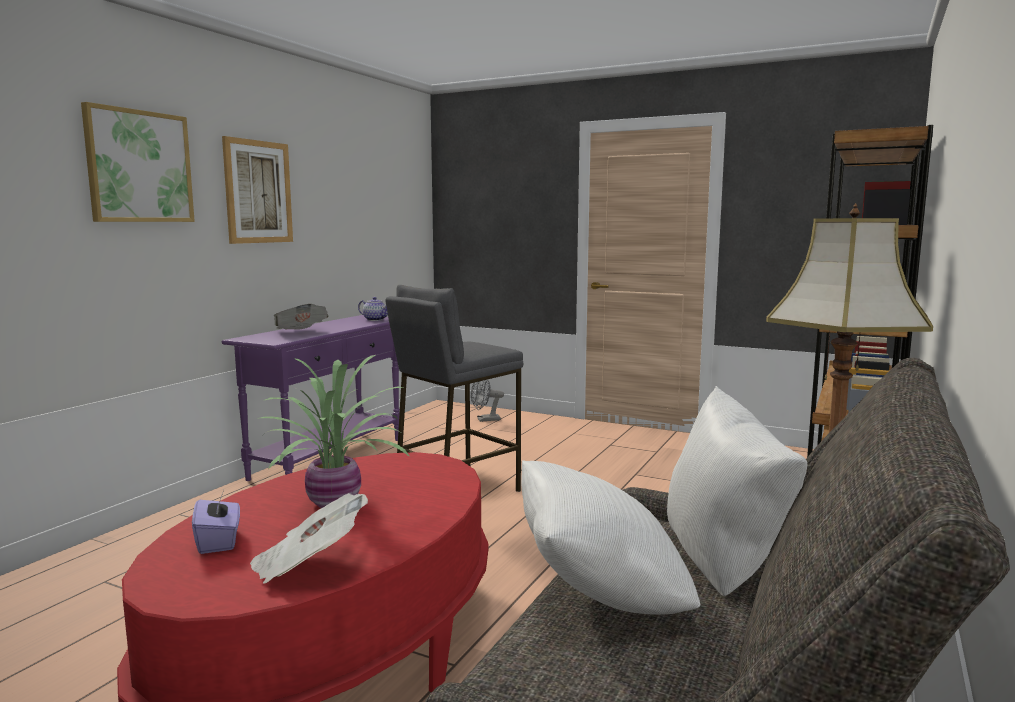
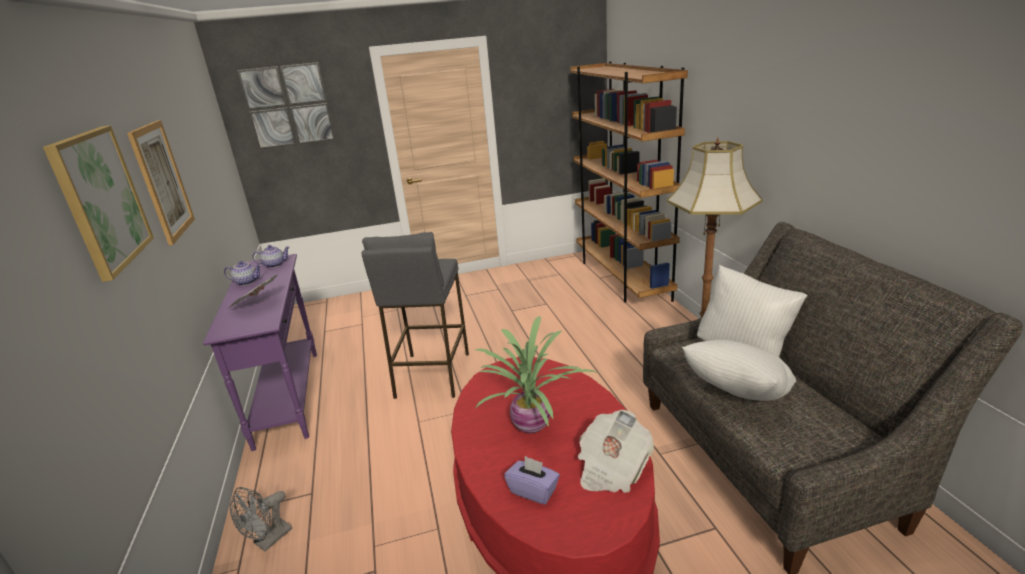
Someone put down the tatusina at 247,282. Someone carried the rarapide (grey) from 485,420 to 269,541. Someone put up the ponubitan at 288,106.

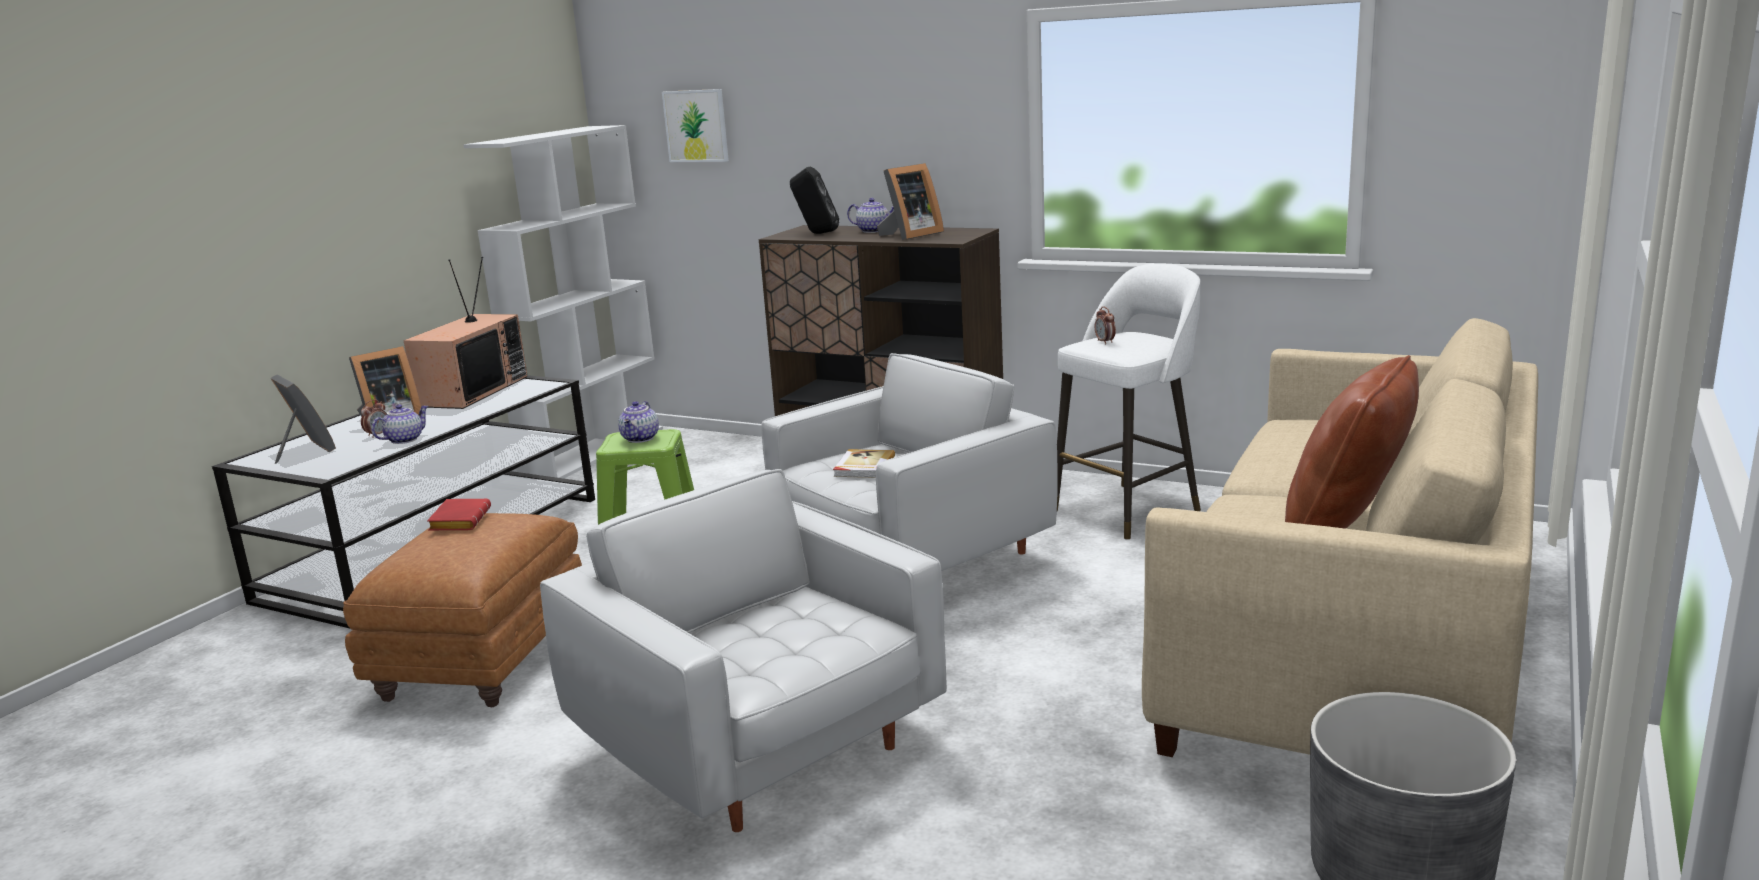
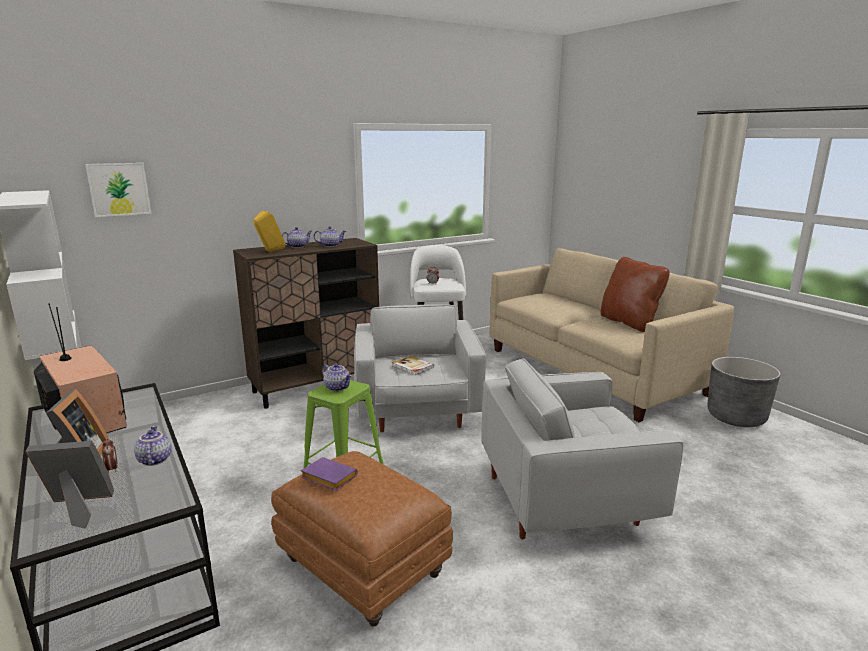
Someone repainted the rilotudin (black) at 816,233, which became the rilotudin (yellow) at 270,251. Someone repainted the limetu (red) at 459,520, which became the limetu (purple) at 327,478. Someone swapped the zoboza at 909,235 for the tatusina at 330,245.

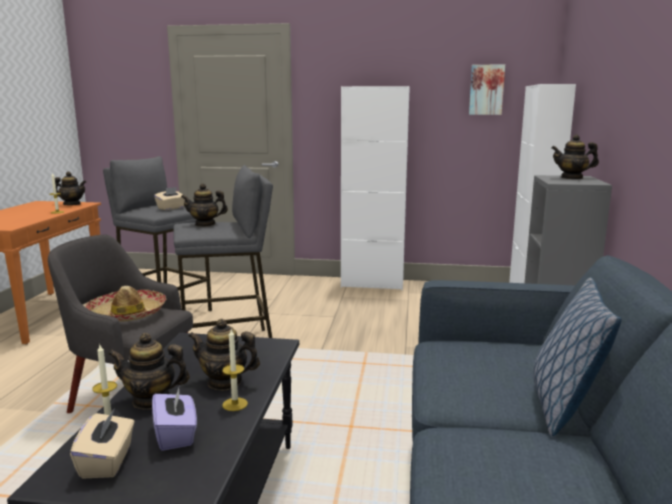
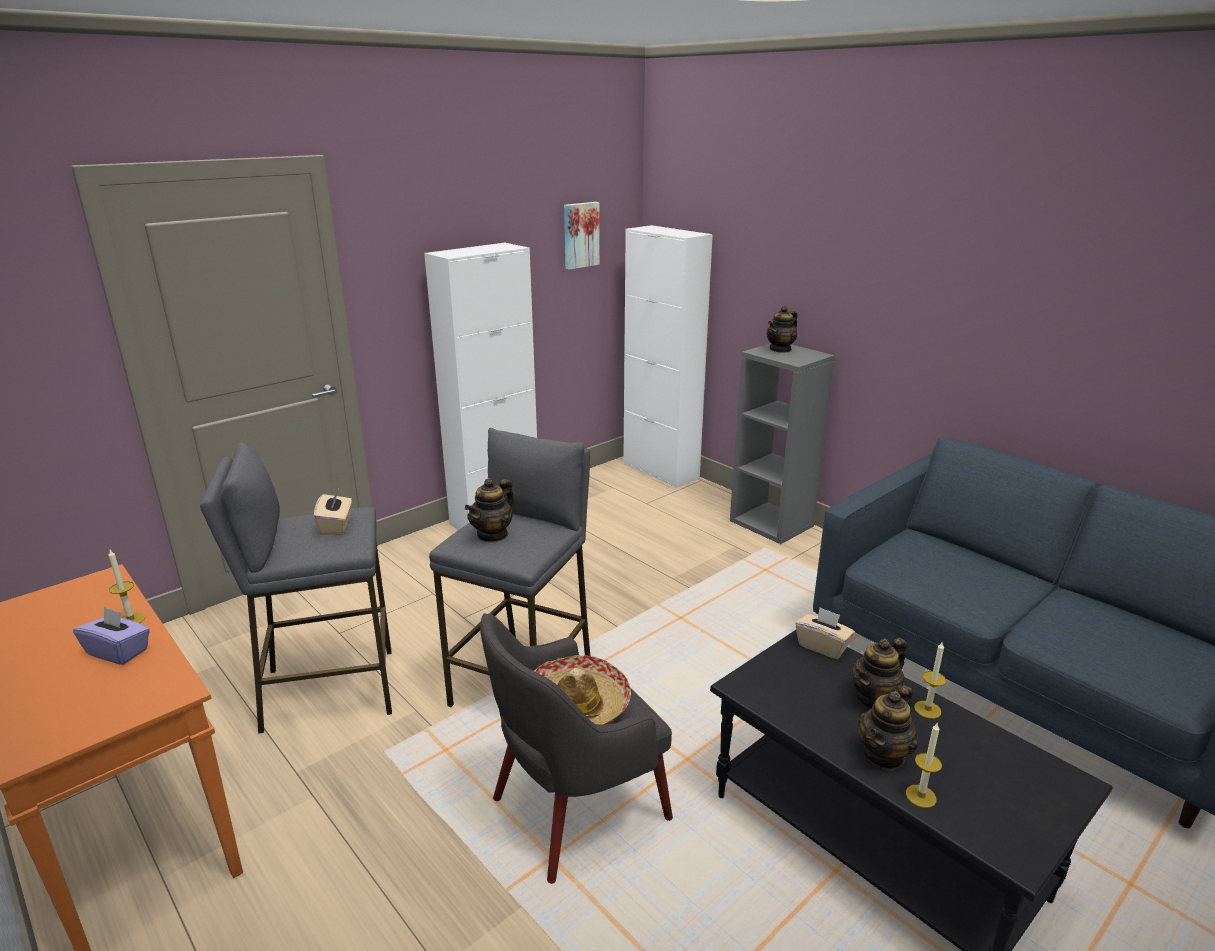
Someone carried the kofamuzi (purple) from 176,435 to 119,651. Someone carried the kofamuzi (beige) from 107,461 to 823,646. Someone took away the tatusina at 72,204. Someone took away the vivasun at 563,405.

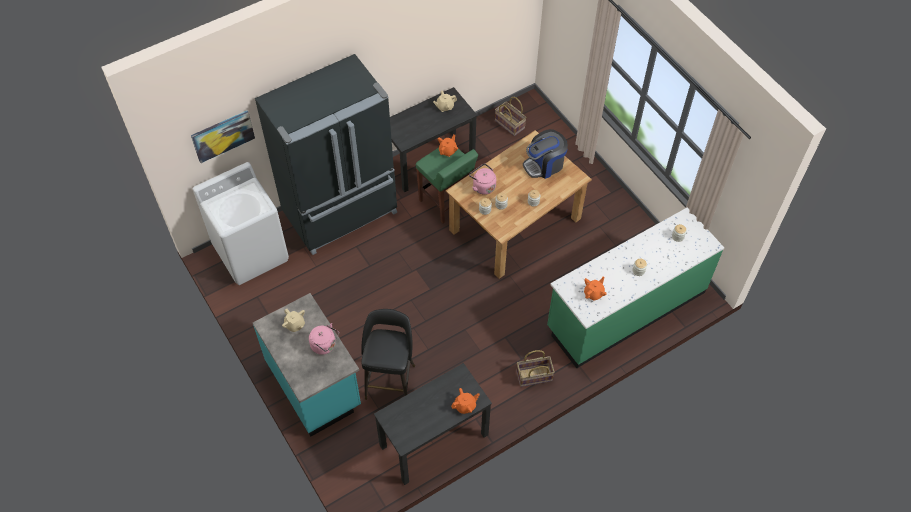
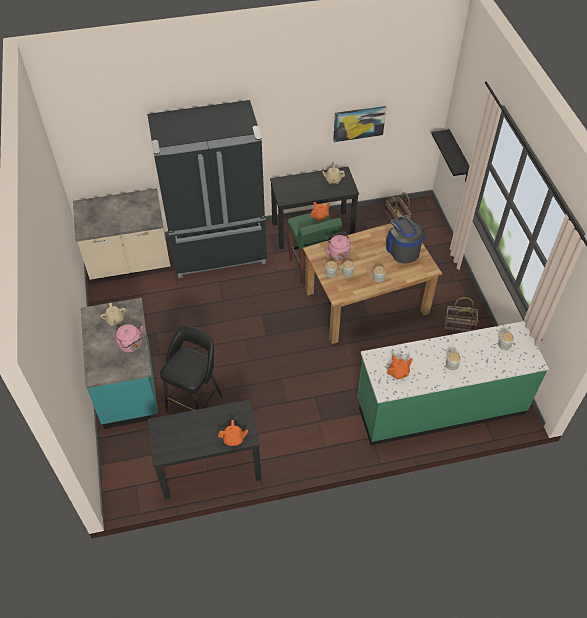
Someone swapped the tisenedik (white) at 251,252 for the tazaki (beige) at 130,262. Someone carried the ponubitan from 223,135 to 359,123. Someone rotated the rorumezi at 544,165 by 75 degrees clockwise. Someone put up the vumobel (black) at 459,157. Someone carried the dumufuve from 534,376 to 459,325.

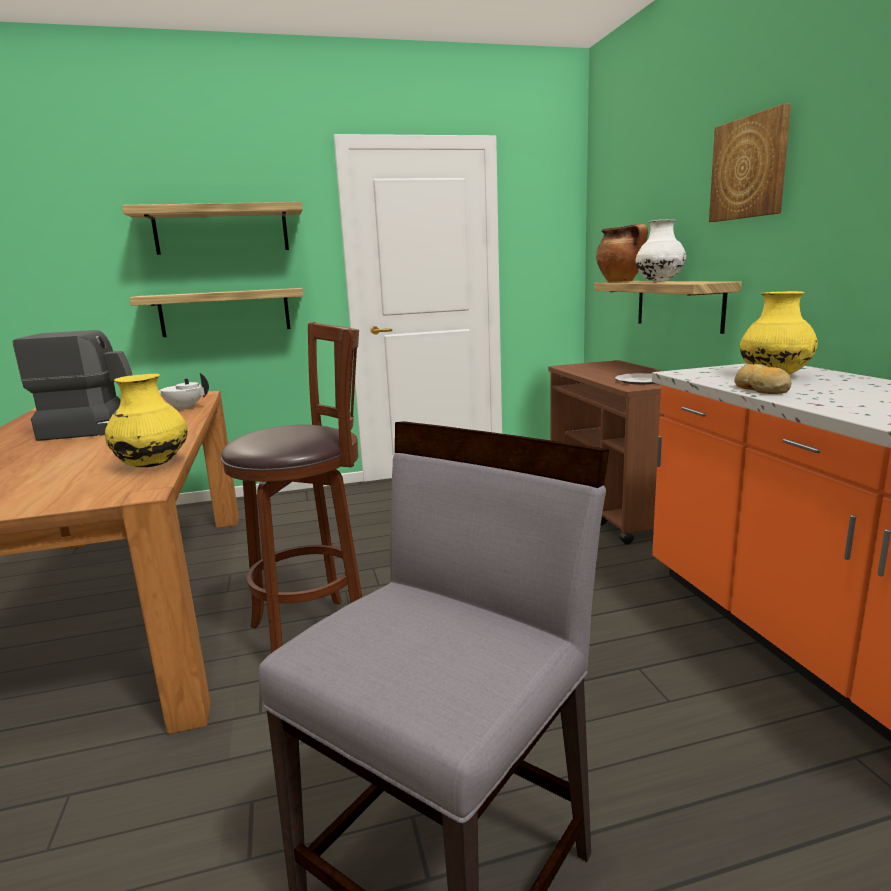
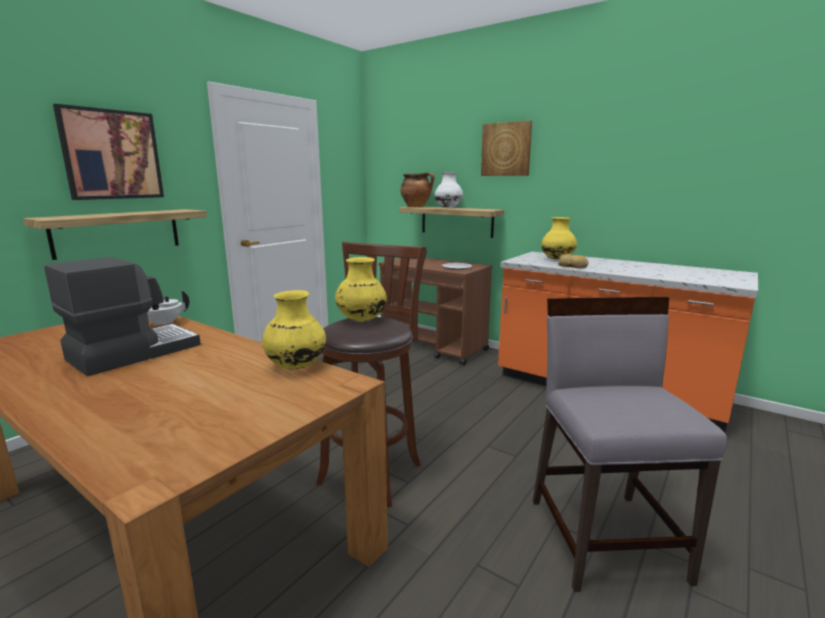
Someone swapped the vumobel at 221,230 for the ponubitan at 112,155. Someone put down the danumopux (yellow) at 361,320.

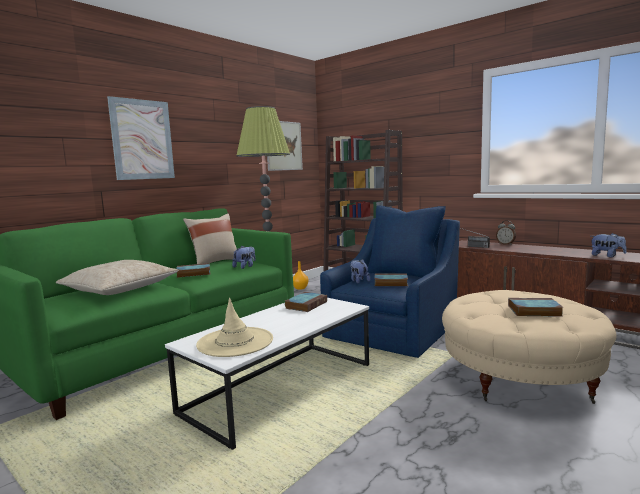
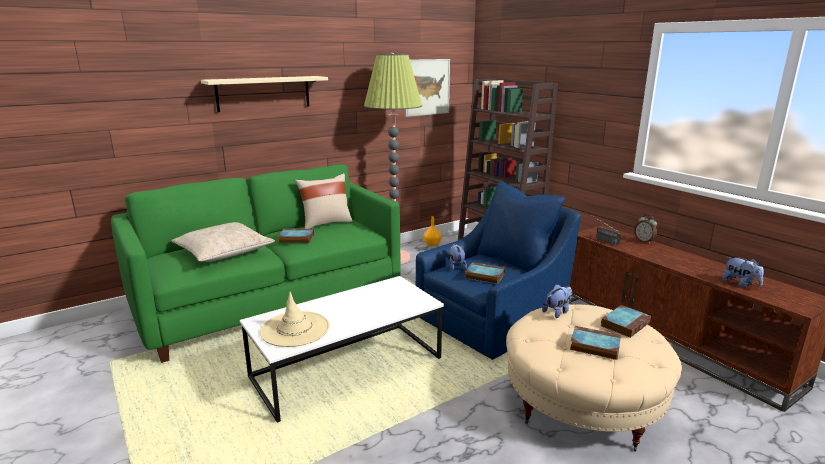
Someone swapped the ponubitan at 142,139 for the vumobel (beige) at 263,93. Someone carried the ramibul from 245,267 to 557,312. Someone carried the limetu from 306,305 to 625,324.

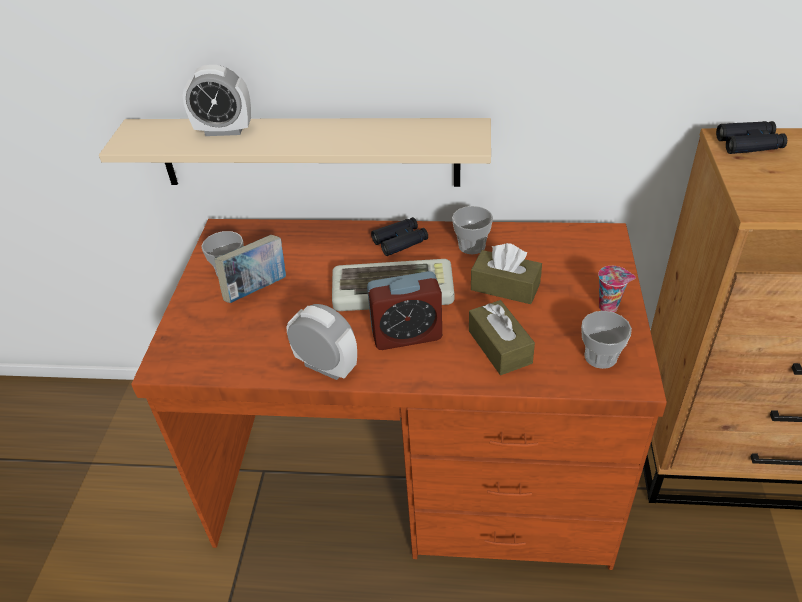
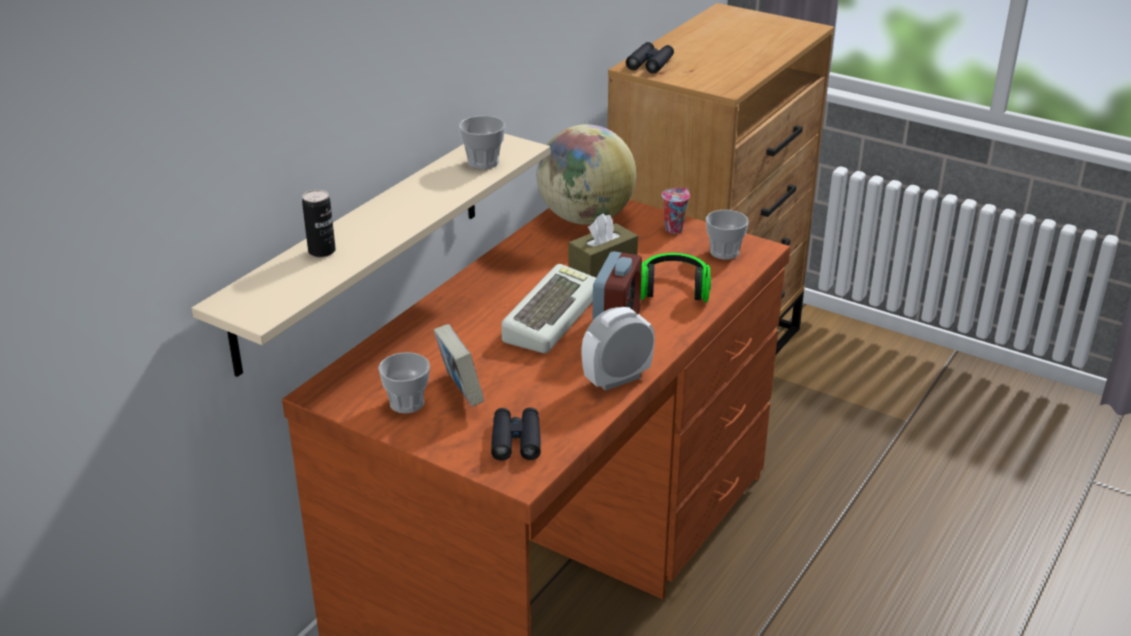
Someone swapped the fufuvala at 224,131 for the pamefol at 322,251. Someone carried the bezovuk from 472,246 to 483,162. Someone carried the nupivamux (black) from 400,241 to 516,440. Someone put down the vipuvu at 585,218. Someone swapped the kofamuzi (brown) at 499,347 for the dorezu at 673,289.

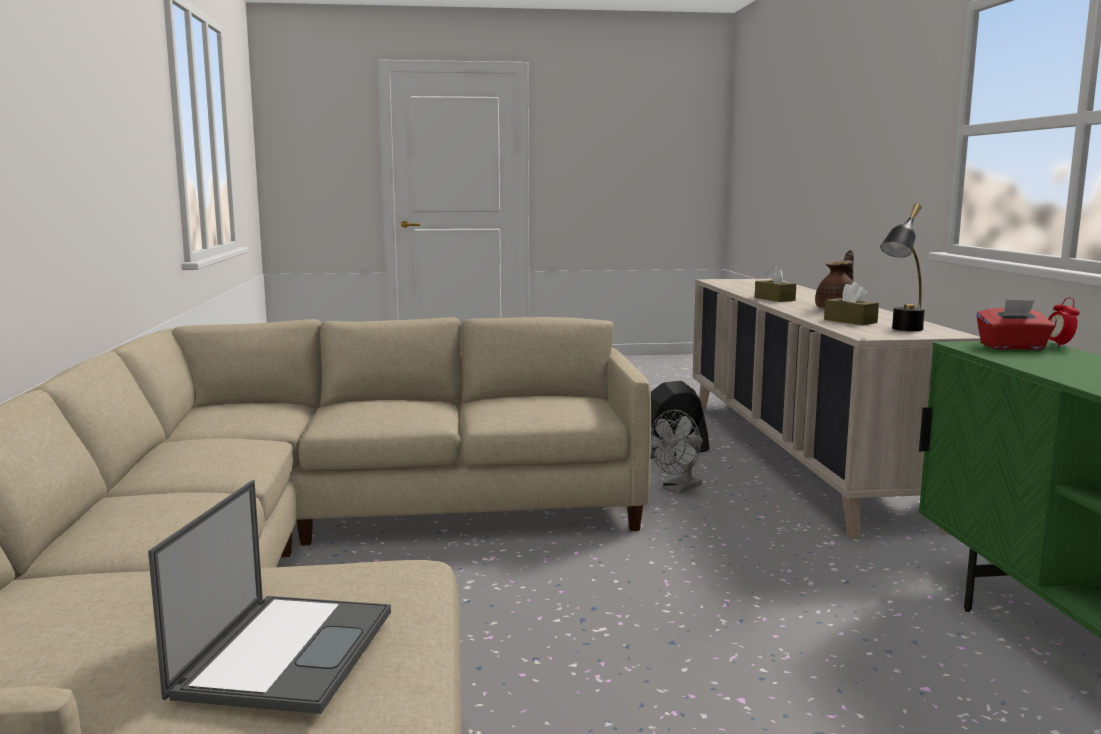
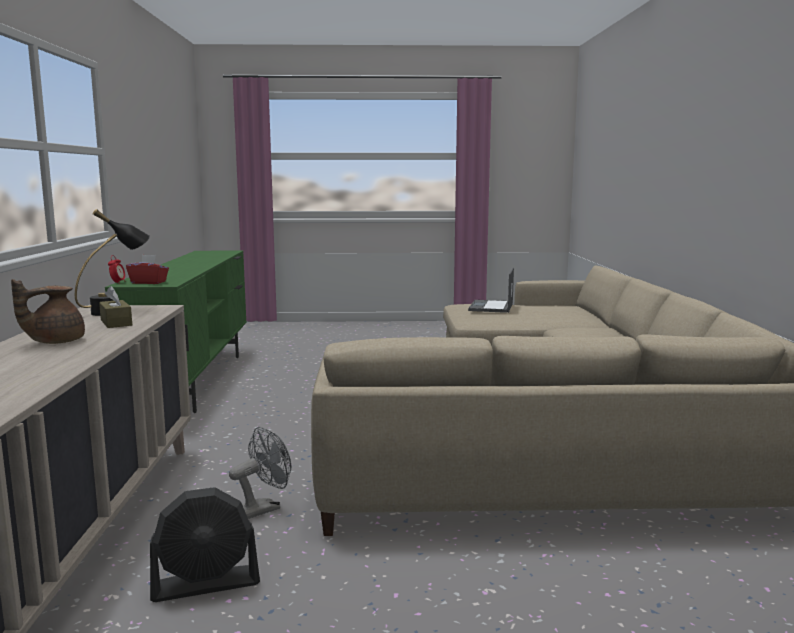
Someone took away the kofamuzi (brown) at 774,299.

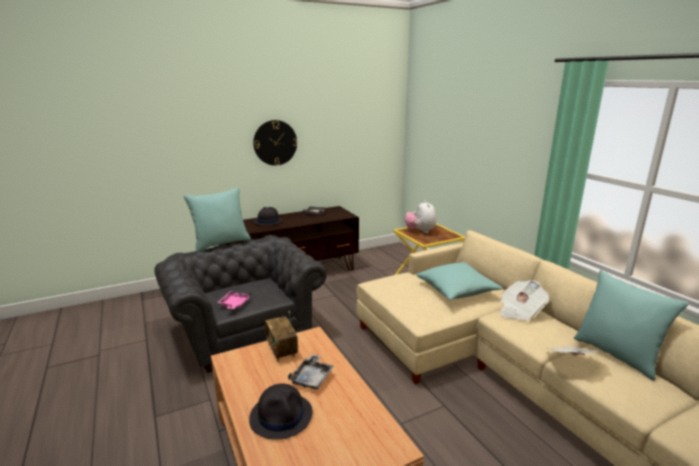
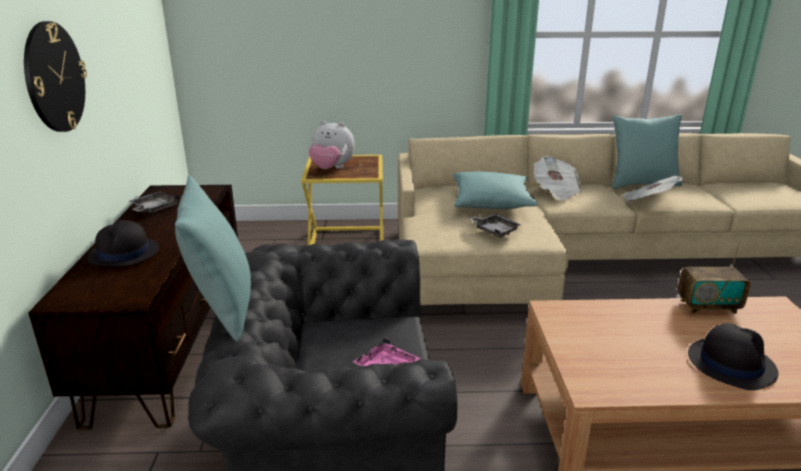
Someone carried the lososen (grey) from 312,378 to 494,230. Someone carried the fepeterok from 282,350 to 708,306.

